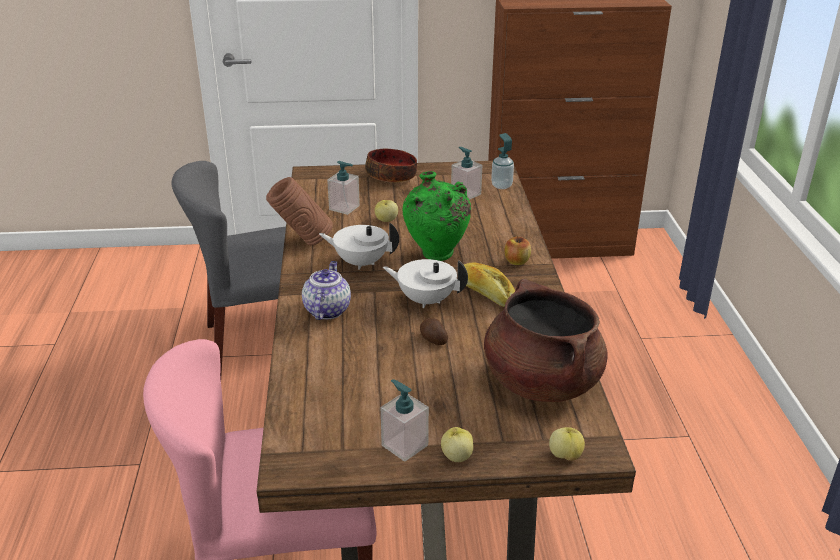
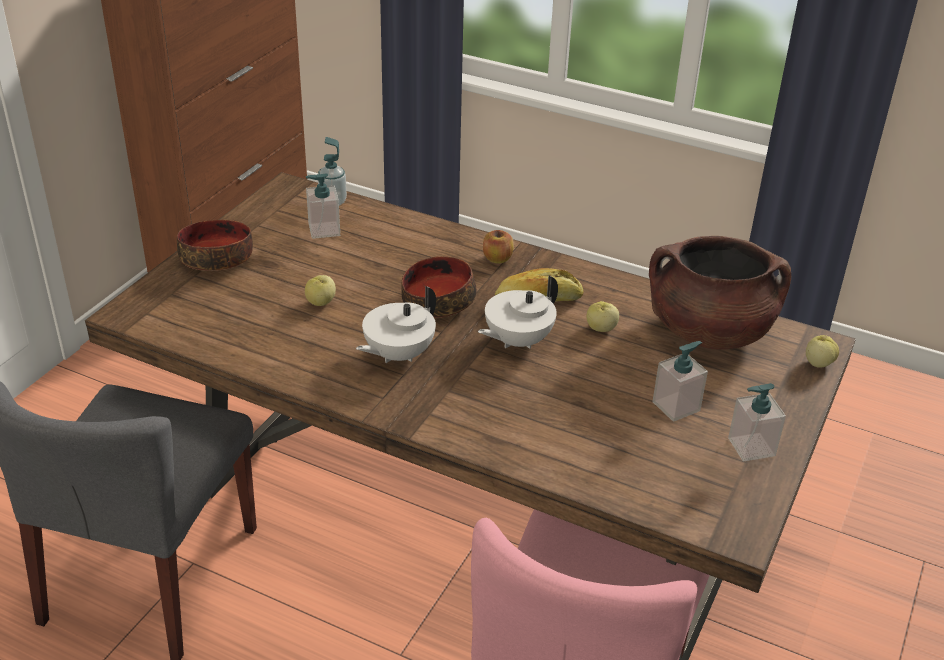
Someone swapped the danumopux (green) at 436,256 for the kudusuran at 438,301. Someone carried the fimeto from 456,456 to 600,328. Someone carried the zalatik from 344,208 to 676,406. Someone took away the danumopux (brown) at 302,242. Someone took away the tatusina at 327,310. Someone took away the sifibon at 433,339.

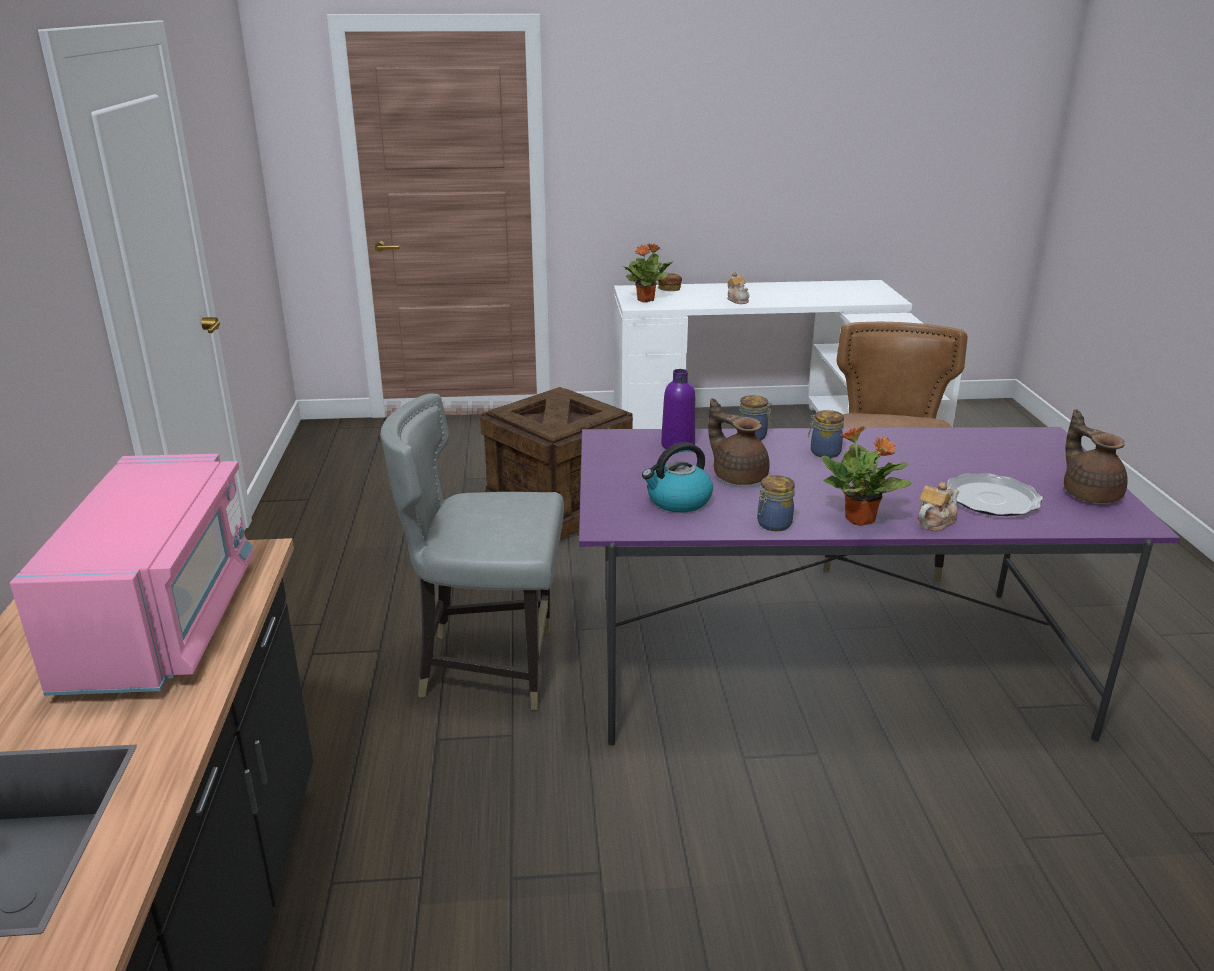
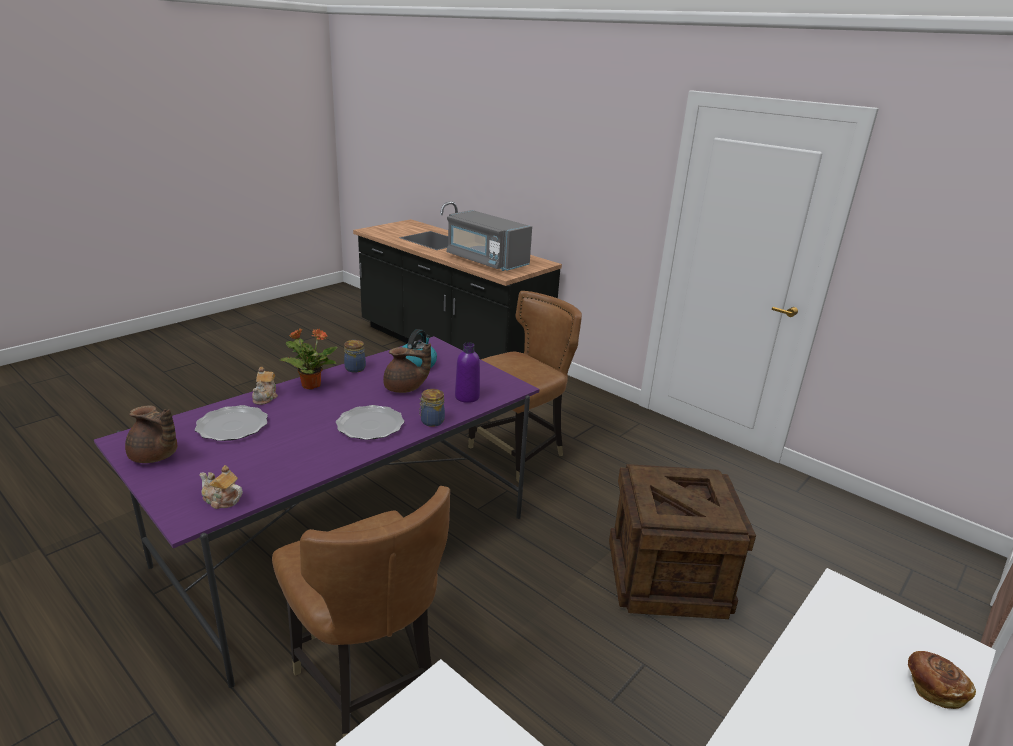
Someone carried the tatusina from 738,300 to 221,500. Someone swapped the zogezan at 823,452 for the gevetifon at 370,425. Someone repainted the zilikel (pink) at 162,622, which became the zilikel (grey) at 486,261. Someone repainted the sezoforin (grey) at 488,666, which became the sezoforin (brown) at 517,453. Someone took away the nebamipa at 646,300.

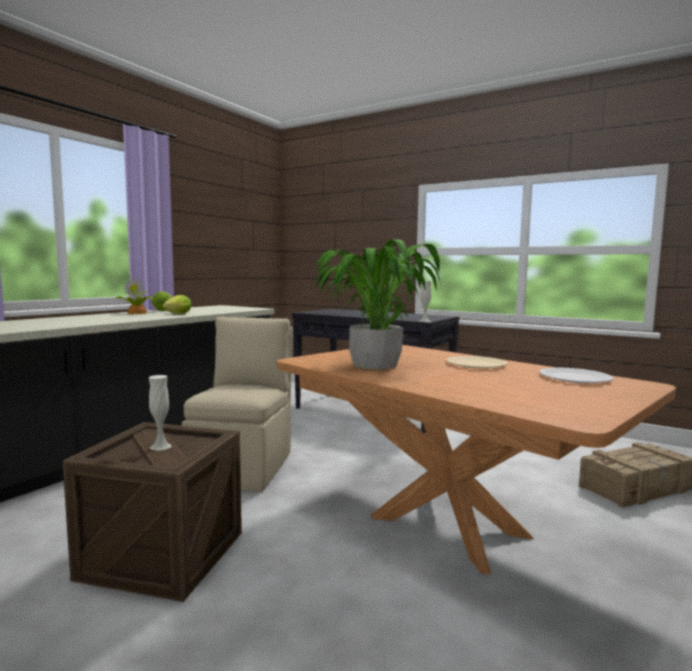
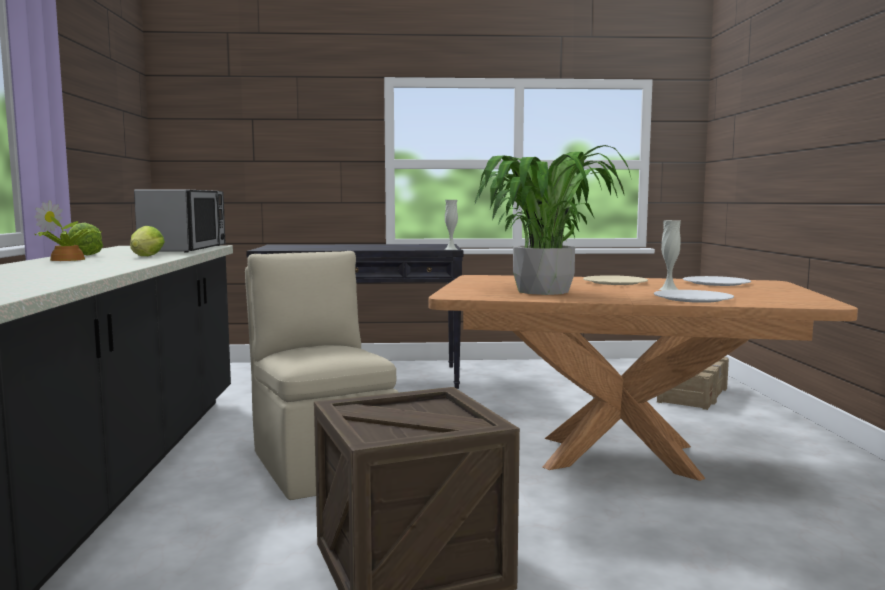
Someone put down the zilikel at 185,248. Someone put down the gevetifon (white) at 692,298. Someone carried the danumopux (white) from 160,446 to 669,289.

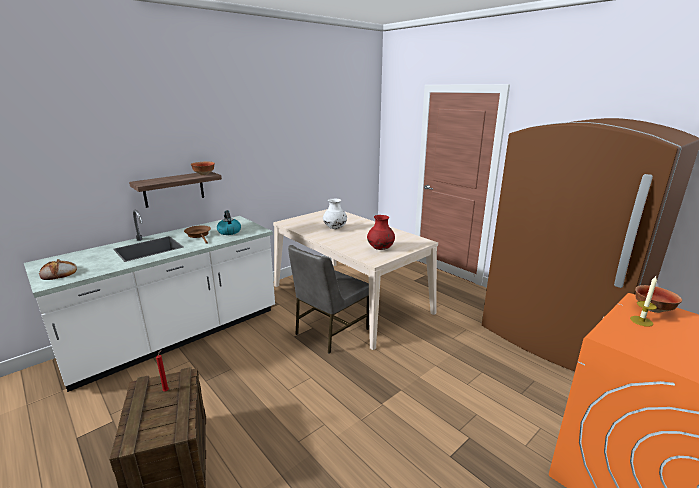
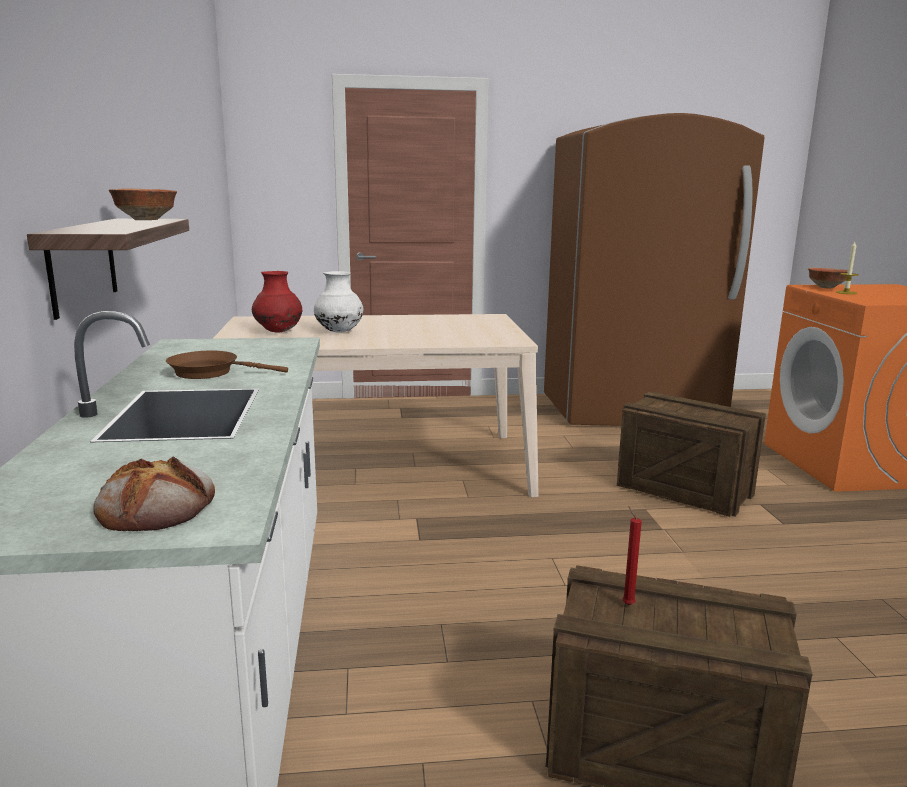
Someone carried the danumopux (red) from 380,249 to 278,332. Someone put down the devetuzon at 685,489. Someone took away the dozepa at 229,231. Someone took away the sezoforin (grey) at 330,331.

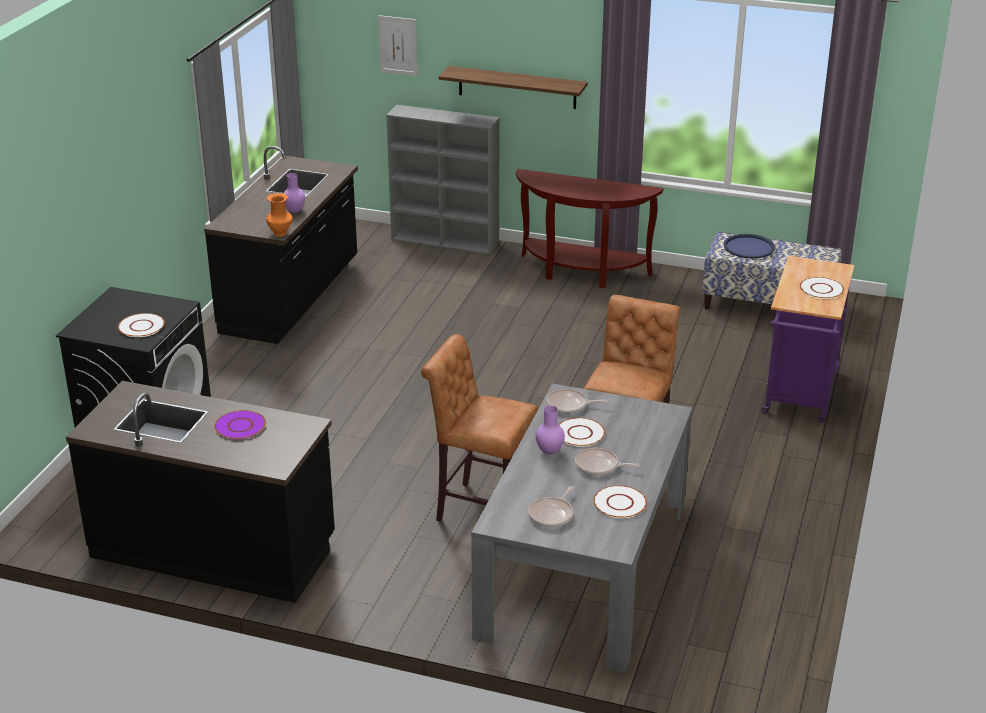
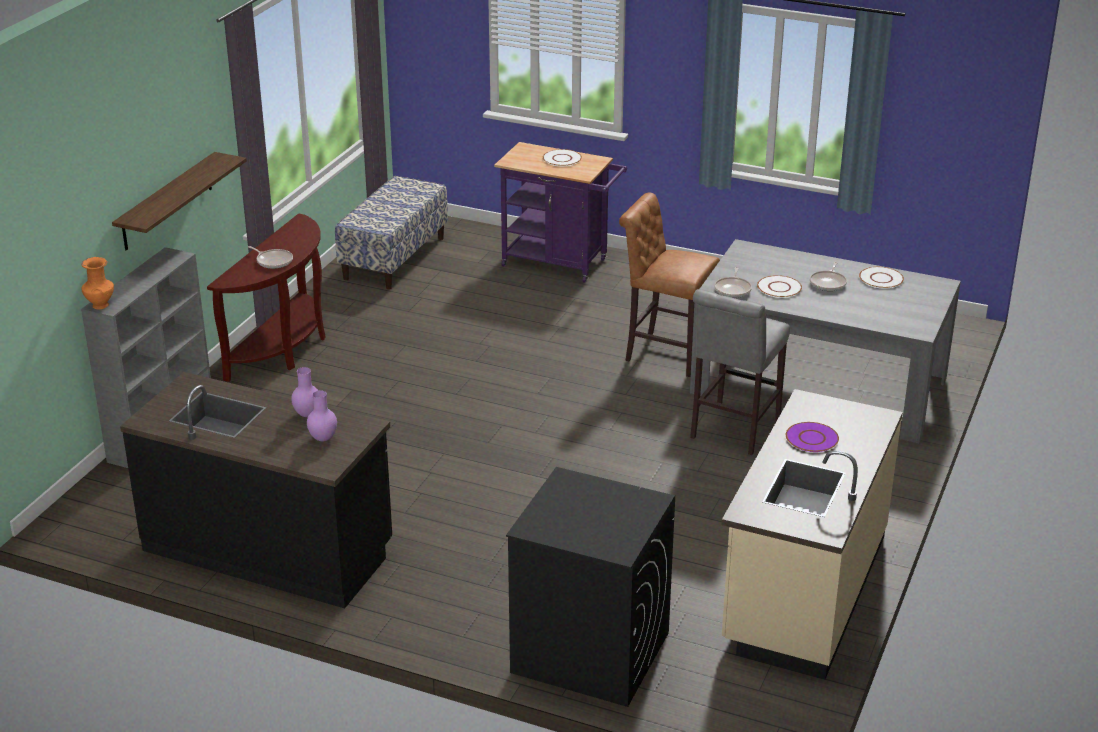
Someone carried the danumopux (orange) from 280,233 to 100,305. Someone carried the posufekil from 552,514 to 273,261. Someone carried the danumopux (purple) from 549,452 to 323,439. Someone repainted the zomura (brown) at 480,509, which became the zomura (grey) at 732,431. Someone repainted the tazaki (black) at 214,548, which became the tazaki (beige) at 803,590. Someone took away the gevetifon (white) at 141,326. Someone took away the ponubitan at 398,45. Someone took away the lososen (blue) at 749,247.

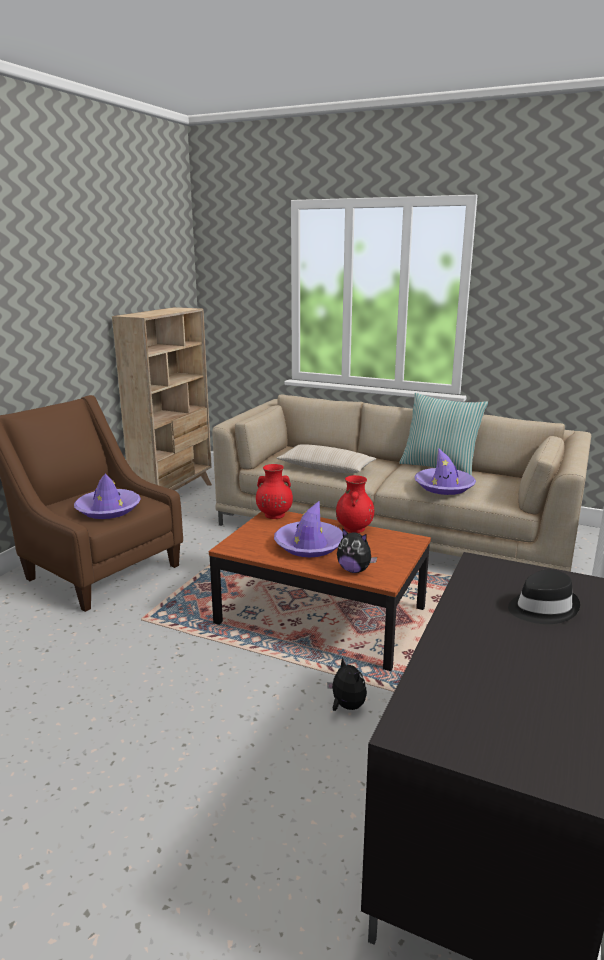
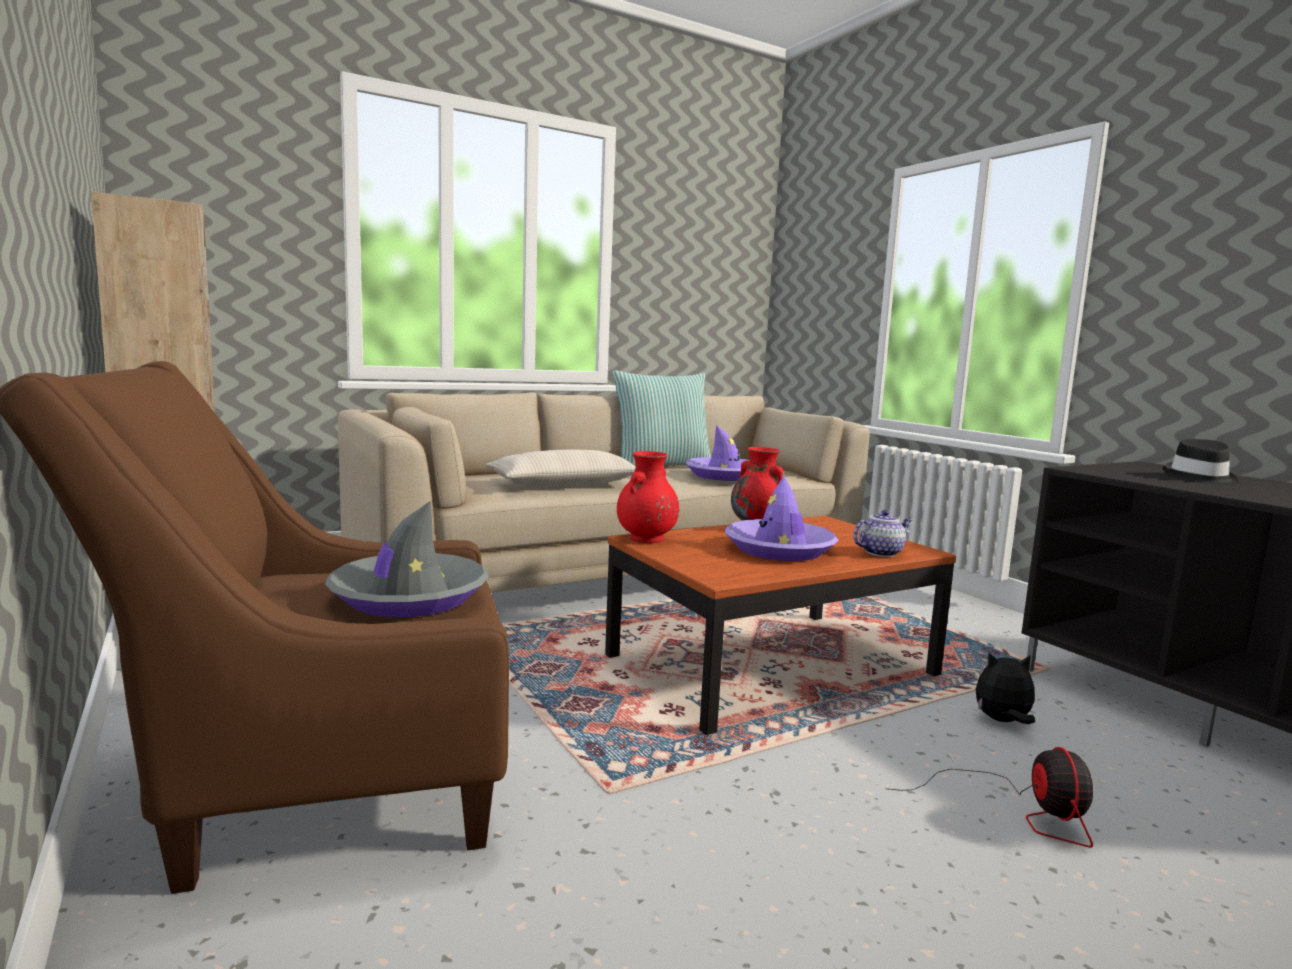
Someone repainted the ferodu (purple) at 108,509, which became the ferodu (grey) at 409,598. Someone swapped the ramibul at 354,570 for the tatusina at 881,552. Someone put down the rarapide at 1018,810.

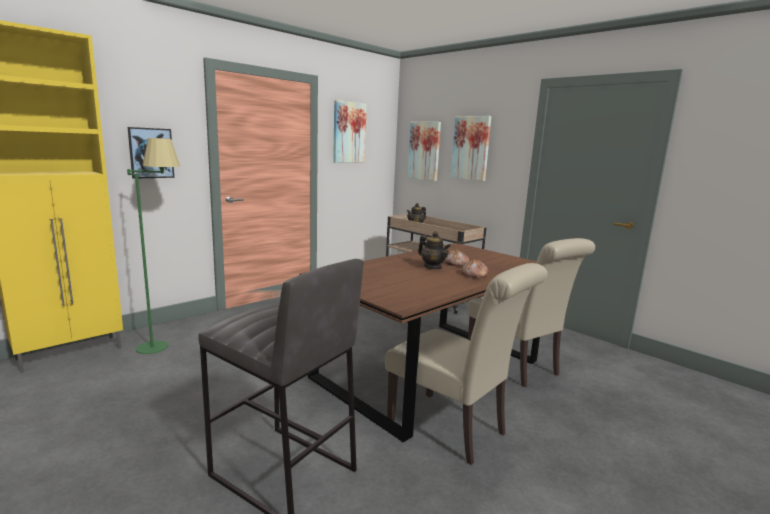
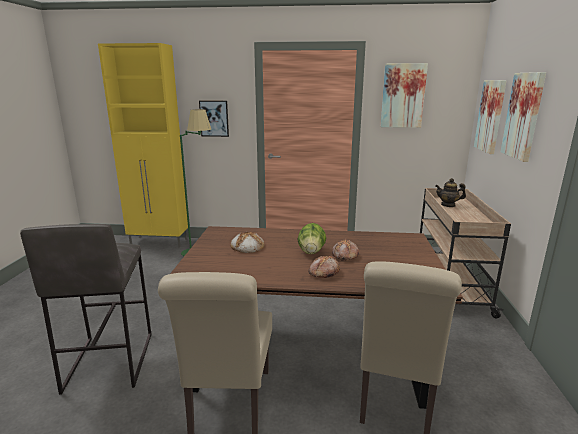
Someone put down the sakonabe at 247,246. Someone swapped the tatusina at 432,267 for the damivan at 311,252.

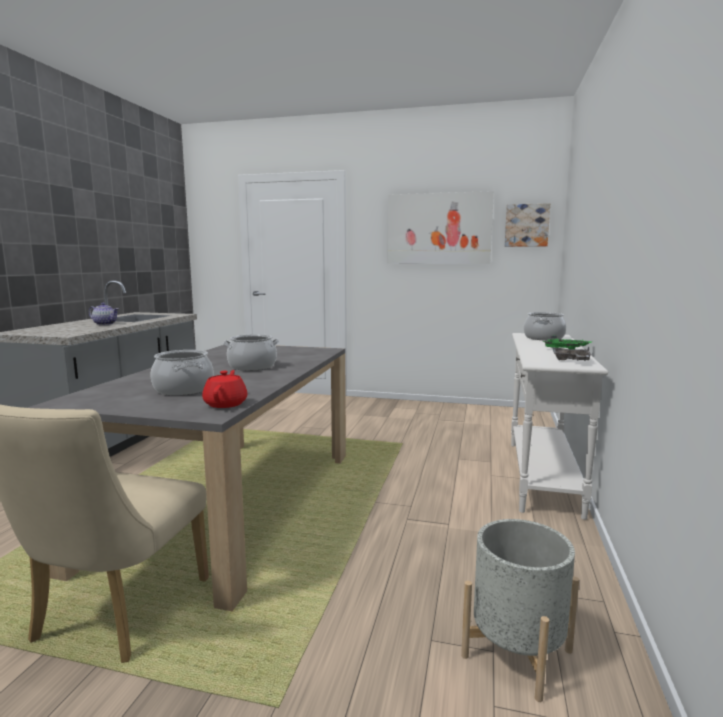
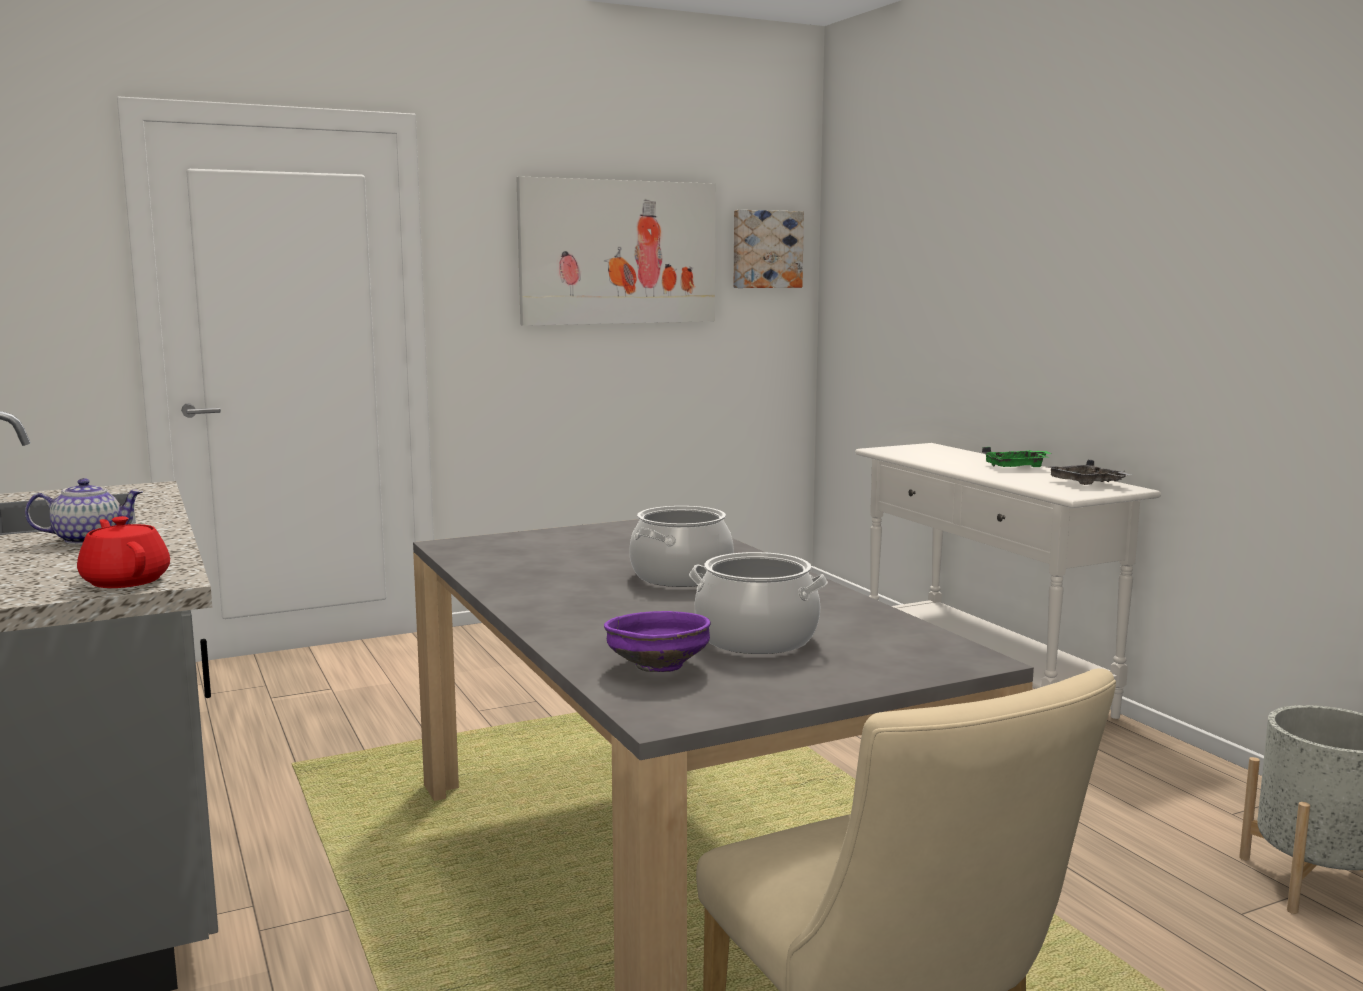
Someone carried the tatusina (red) from 226,404 to 126,581. Someone put down the kudusuran (purple) at 658,667. Someone took away the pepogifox at 543,338.

